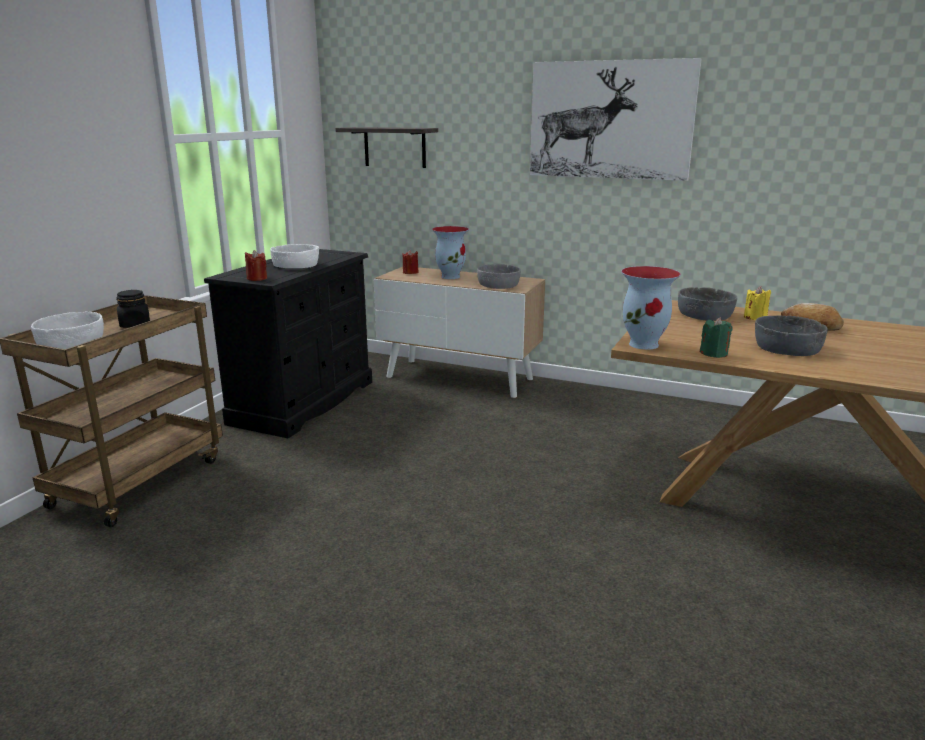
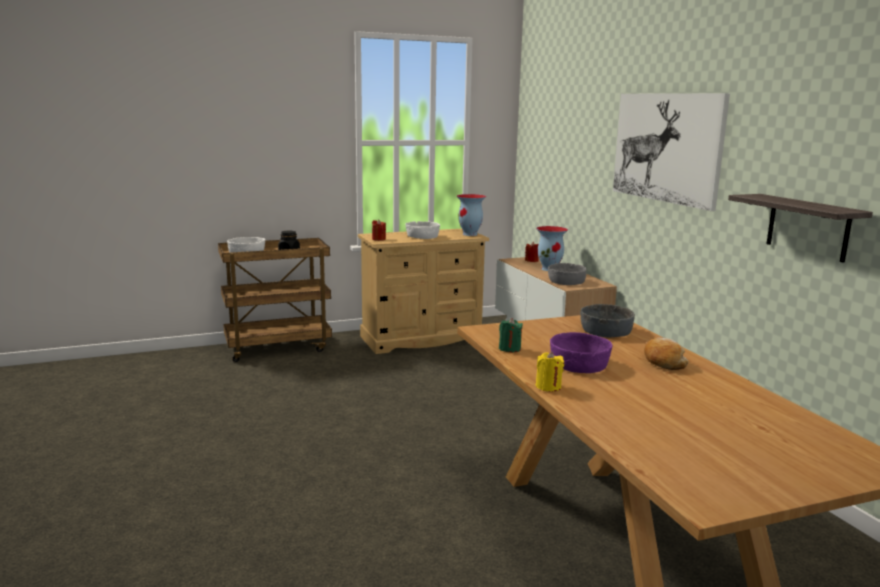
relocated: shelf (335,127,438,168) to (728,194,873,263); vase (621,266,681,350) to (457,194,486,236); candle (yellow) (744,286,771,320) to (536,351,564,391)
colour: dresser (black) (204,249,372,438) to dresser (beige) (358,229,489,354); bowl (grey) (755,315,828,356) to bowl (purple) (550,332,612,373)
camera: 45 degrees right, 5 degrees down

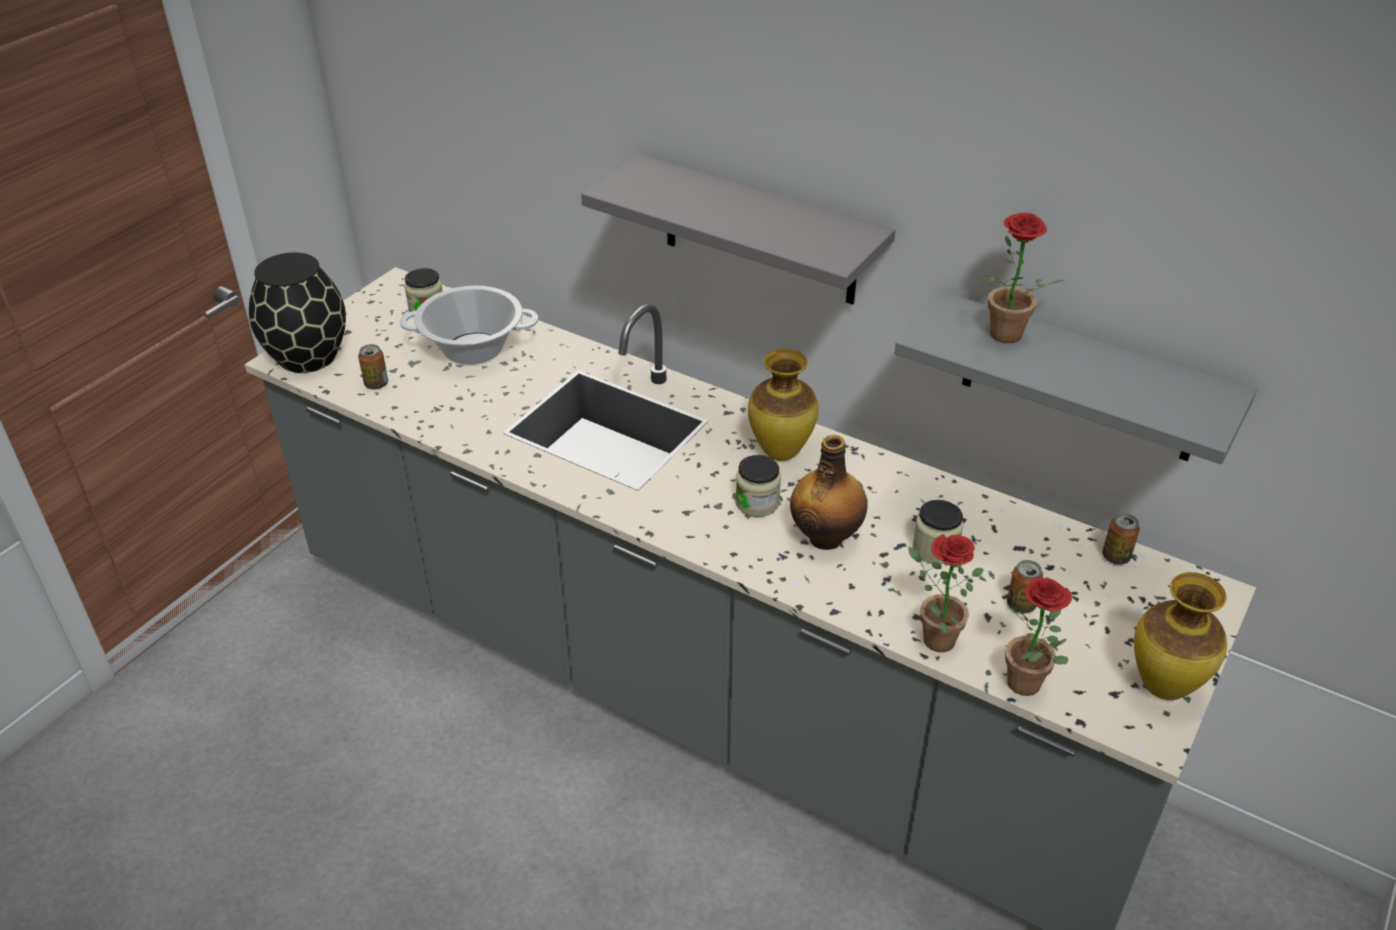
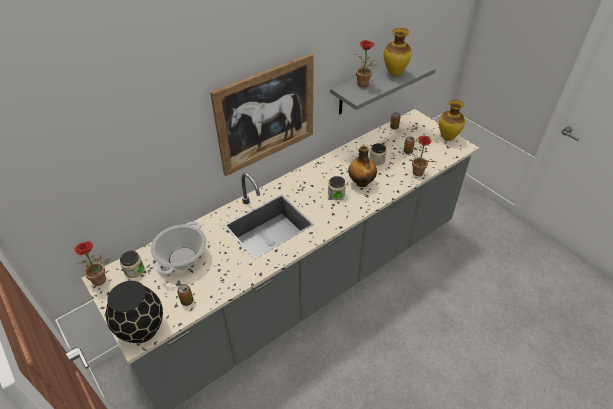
relocated: vase (748,349,818,461) to (384,28,412,76); potted plant (1005,577,1072,696) to (75,241,110,286)
exchanged: shelf (grey) (581,154,895,305) to picture (210,53,314,176)
camera: 70 degrees left, 5 degrees up

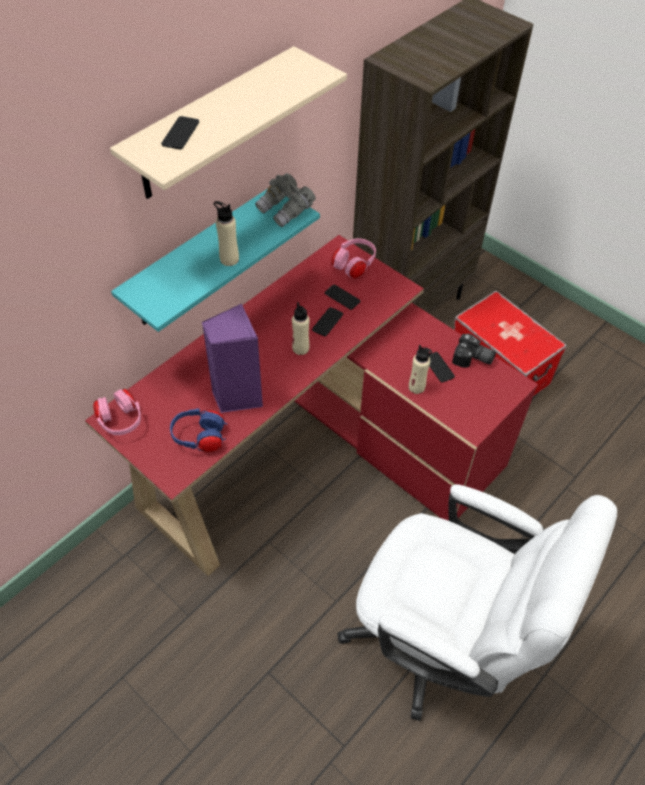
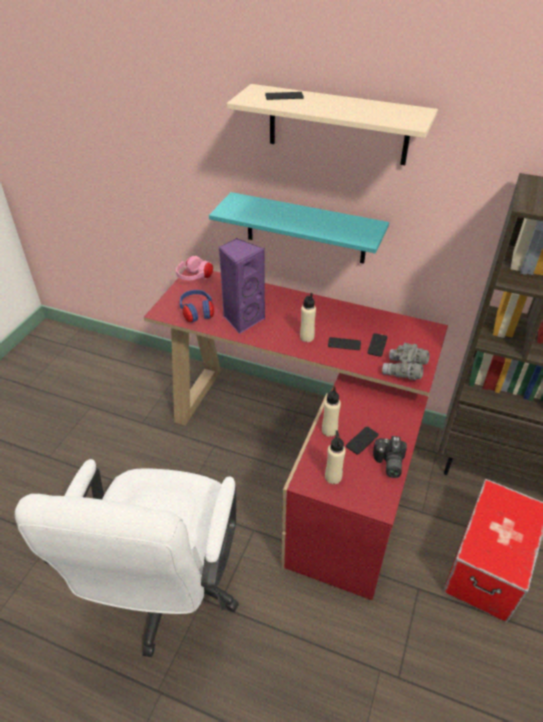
missing: headphones (pink) (331,238,376,279)
relocated: bottle (beige) (214,201,239,266) to (325,431,346,484); binoculars (grey) (255,173,316,227) to (382,343,430,380)
camera: 70 degrees right, 10 degrees down

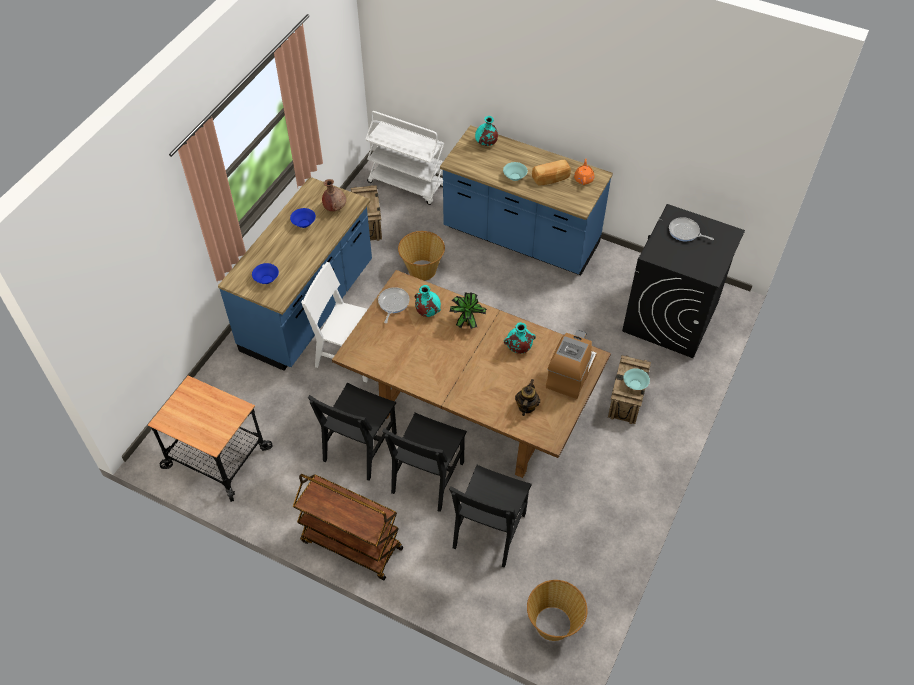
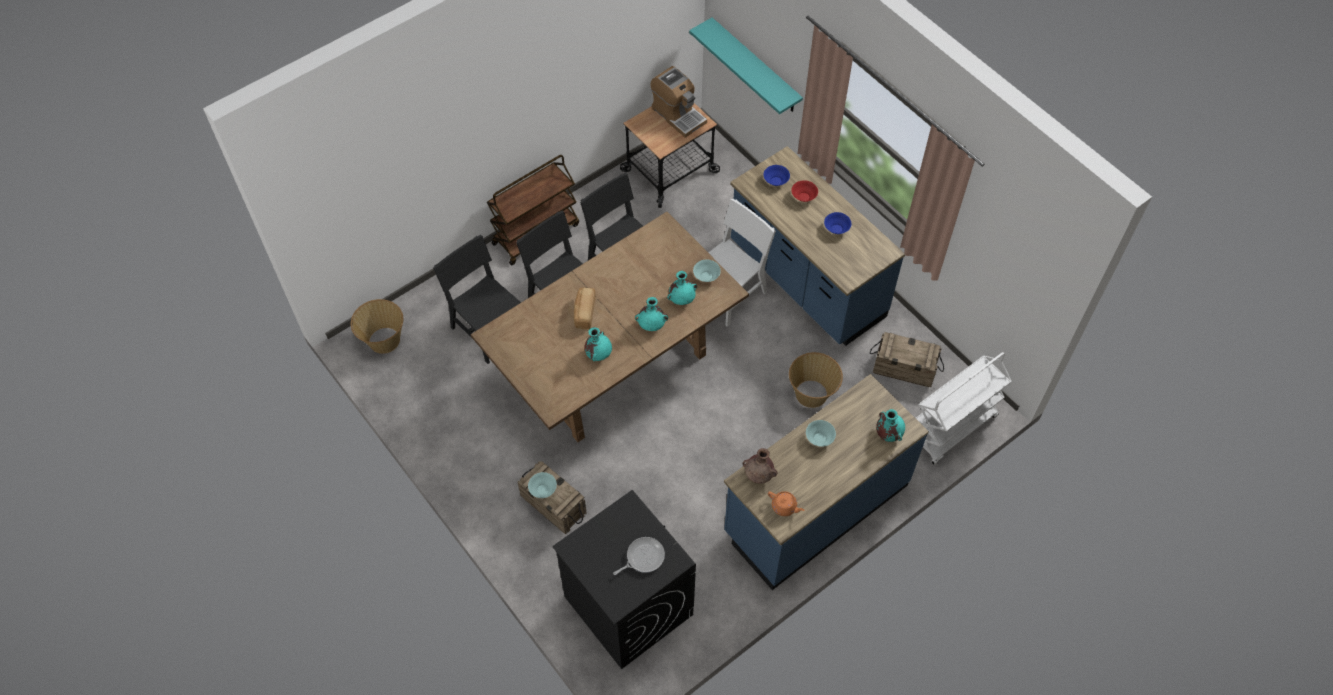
missing: teapot (515,379,540,416)
appeared: shelf (turquoise) (689,18,803,114); bowl (red) (791,180,818,202)
relocated: vase (brown) (322,179,346,211) to (743,448,778,484); bread (532,160,571,185) to (574,288,596,330); coffee machine (546,330,597,399) to (650,66,707,138)
exchanged: frying pan (378,287,410,324) to bowl (turquoise) (693,260,721,282); potted plant (450,292,487,329) to vase (turquoise) (635,297,668,331)
camera: 115 degrees right, 5 degrees up

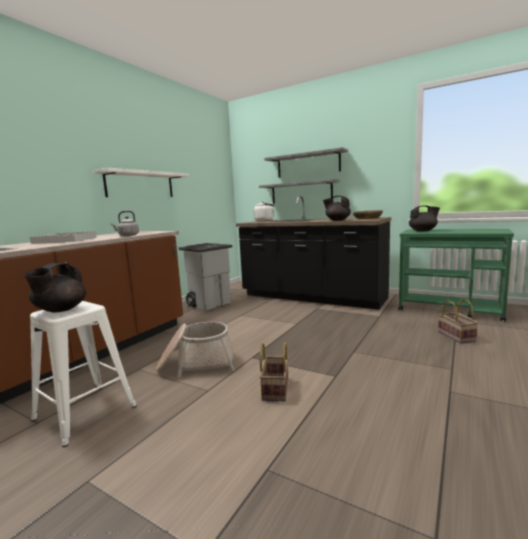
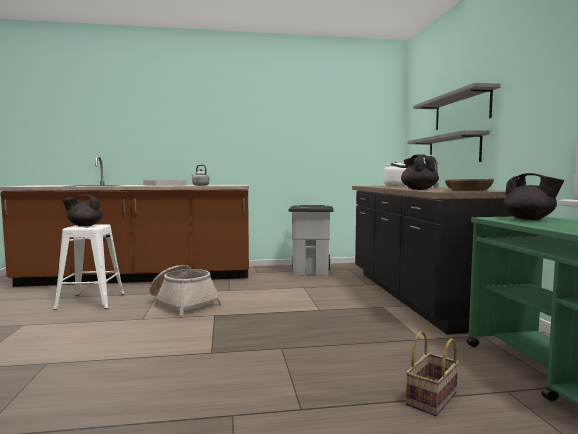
missing: shelf (white) (93,168,190,197); basket (259,342,288,401)
camera: 50 degrees right, 5 degrees down

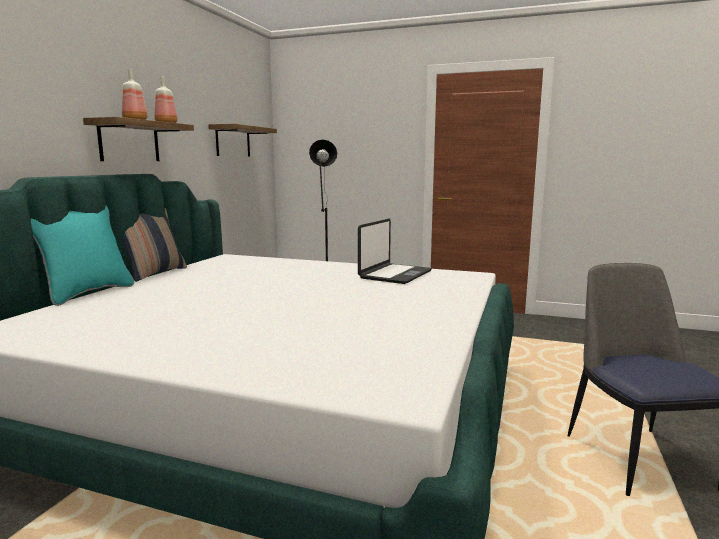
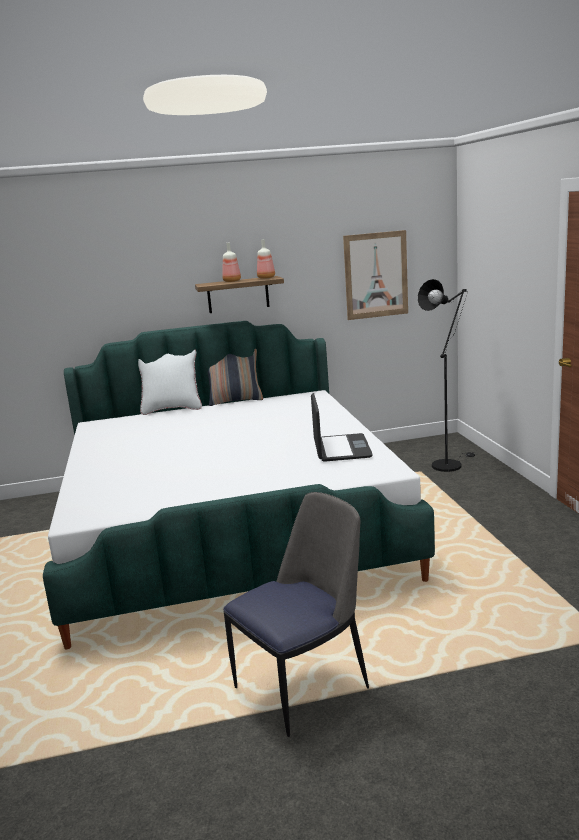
exchanged: shelf (208,124,277,156) to picture (343,230,408,320)
colour: pillow (turquoise) (31,206,134,306) to pillow (white) (138,349,202,415)
spun: laptop (358,219,432,284) = (311,393,373,462) 90 degrees counterclockwise
camera: 60 degrees right, 5 degrees up

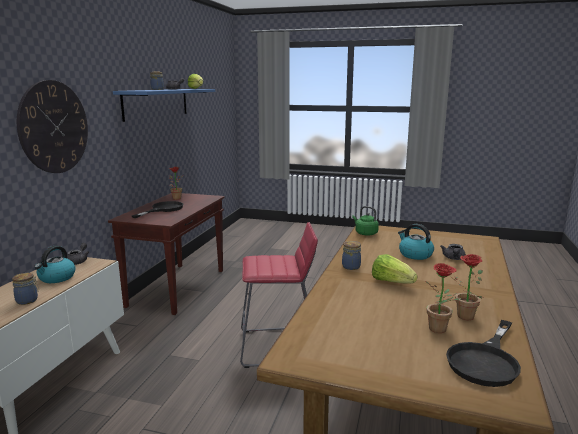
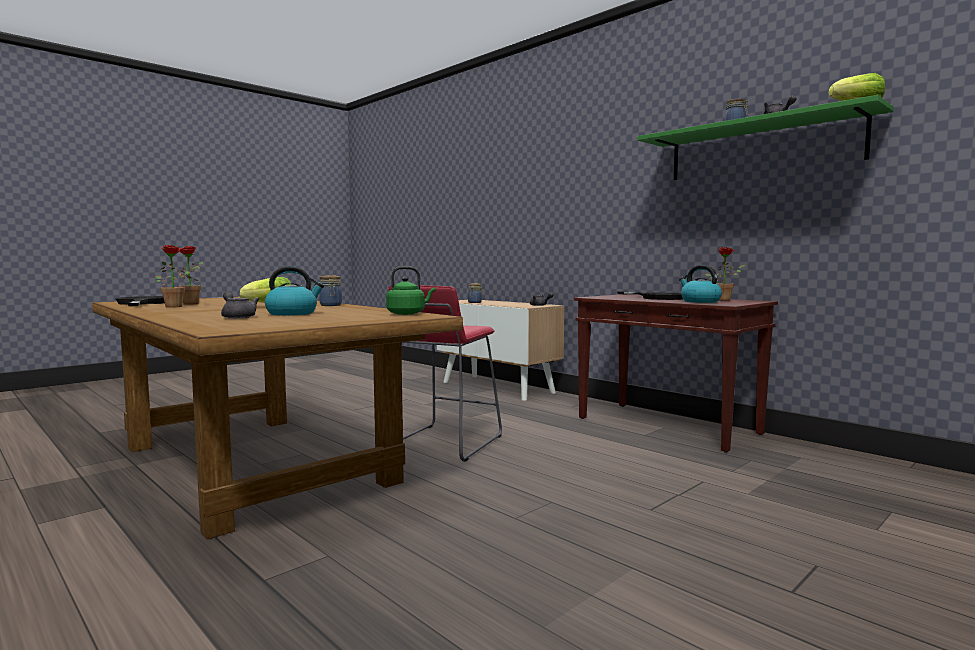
missing: wall clock (17,80,88,173)
relocated: kettle (34,246,76,283) to (679,265,722,303)
colour: shelf (blue) (113,89,215,122) to shelf (green) (637,95,894,180)
camera: 120 degrees right, 10 degrees down

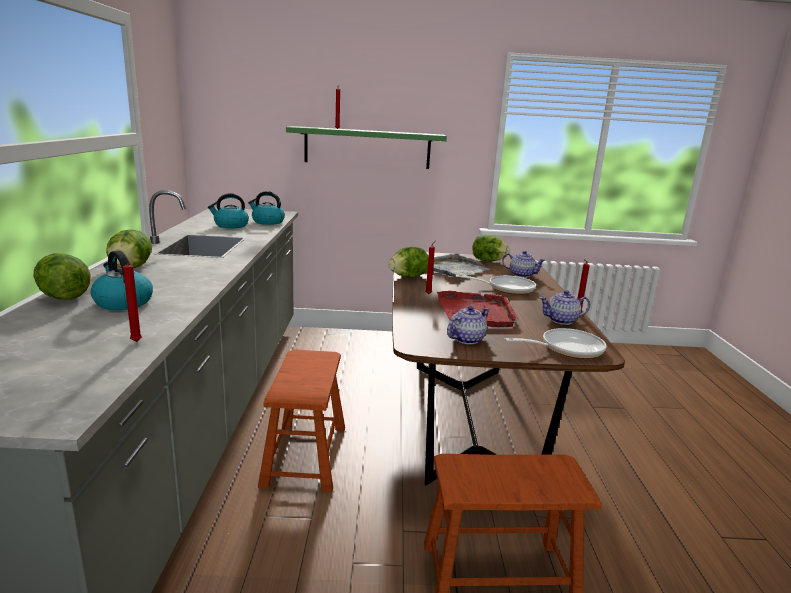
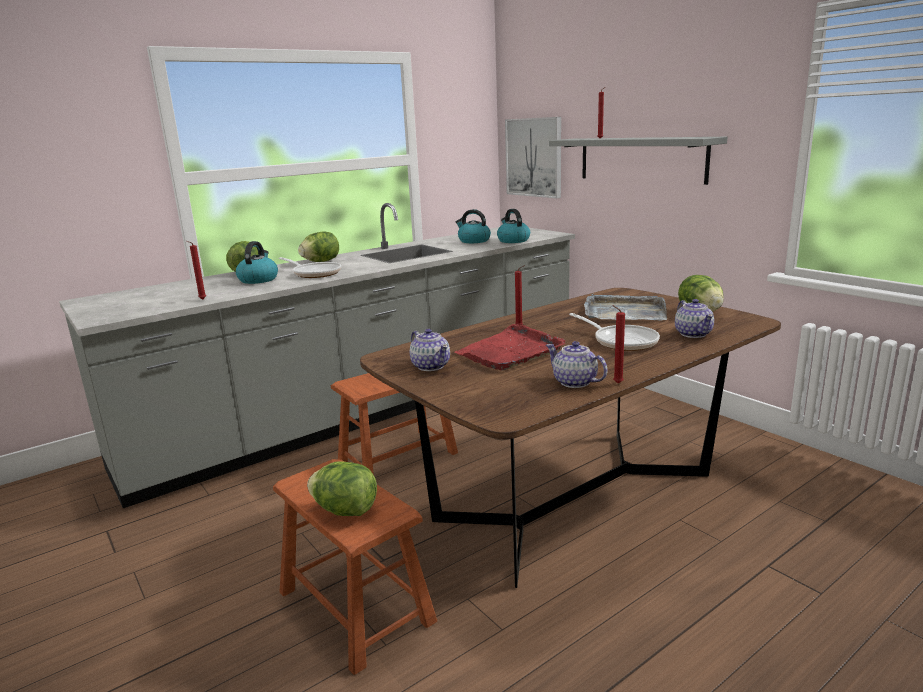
appeared: picture (505,117,561,199)
relocated: lettuce (388,247,428,277) to (307,461,377,516); frying pan (505,328,607,359) to (279,257,341,278)
colour: shelf (green) (286,126,447,169) to shelf (grey) (549,137,727,185)
spun: teapot (447,306,490,344) = (410,329,450,371) 45 degrees clockwise
camera: 55 degrees right, 0 degrees up

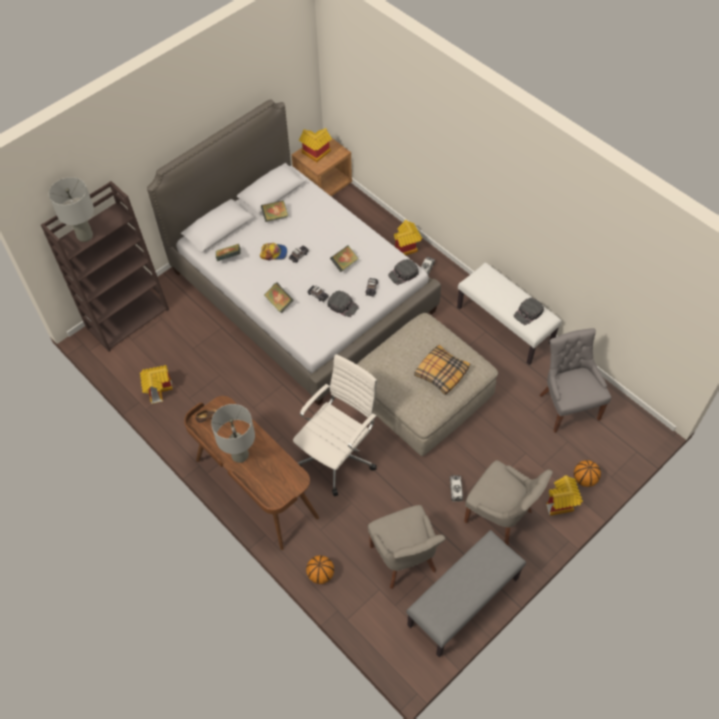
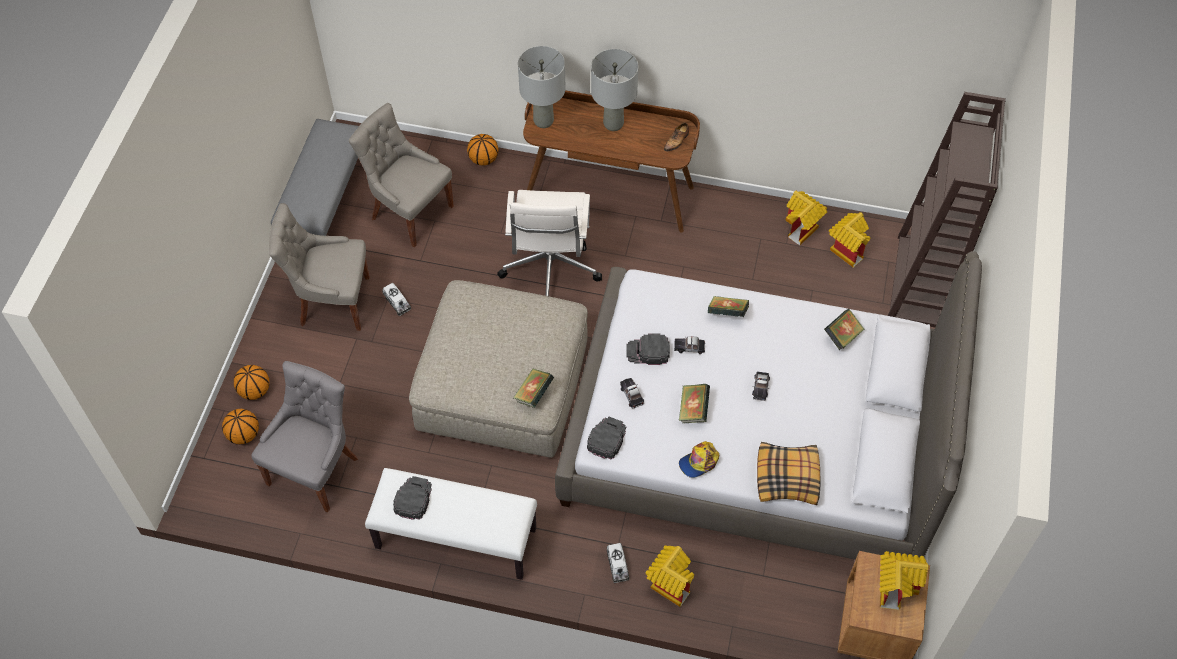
appeared: basketball (222,409,259,444)
relocated: table lamp (grey) (49,177,94,242) to (518,46,565,128); cap (260,243,287,260) to (679,441,719,478); book (261,200,289,222) to (513,368,554,408); pillow (414,345,470,395) to (757,442,821,505); toy house (546,475,583,515) to (829,212,870,267)
spun: chair (grey) (539,328,611,433) = (251,361,358,512) 105 degrees counterclockwise
camera: 145 degrees right, 0 degrees up

